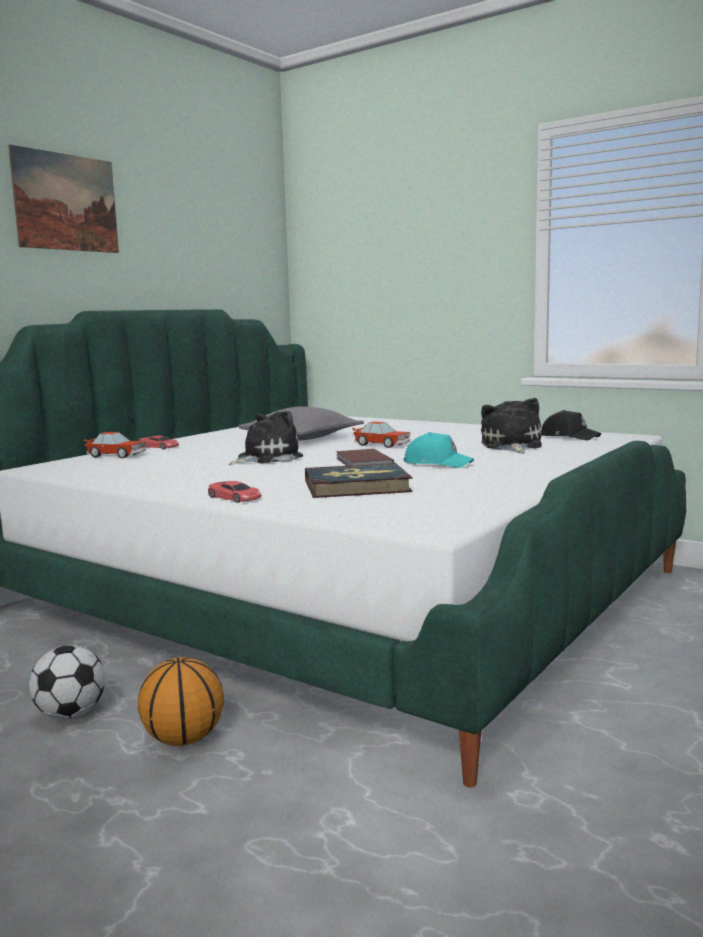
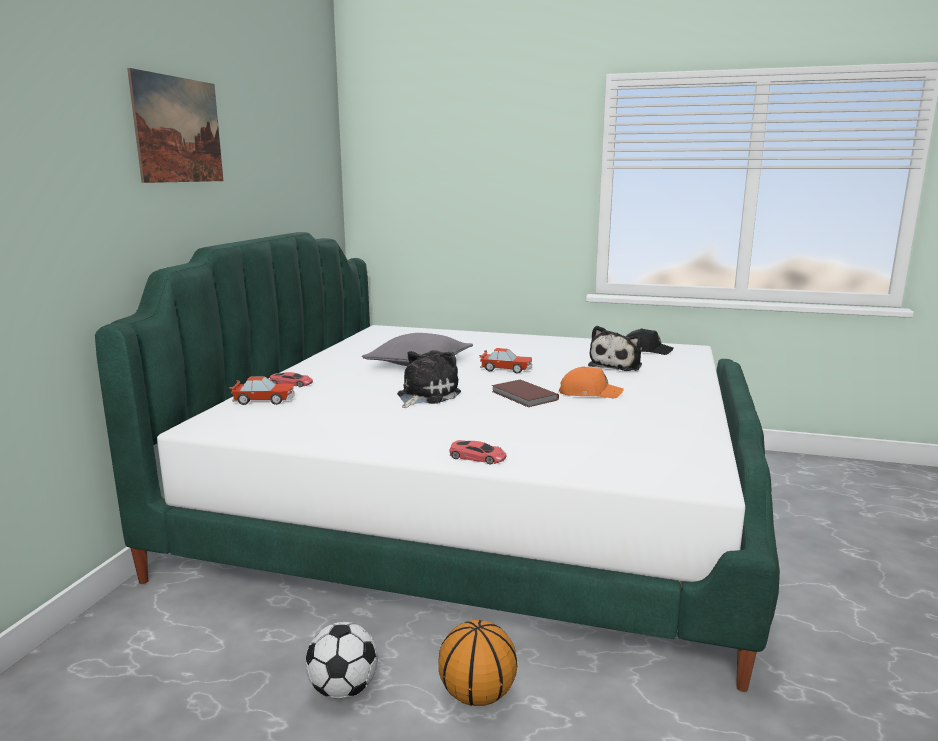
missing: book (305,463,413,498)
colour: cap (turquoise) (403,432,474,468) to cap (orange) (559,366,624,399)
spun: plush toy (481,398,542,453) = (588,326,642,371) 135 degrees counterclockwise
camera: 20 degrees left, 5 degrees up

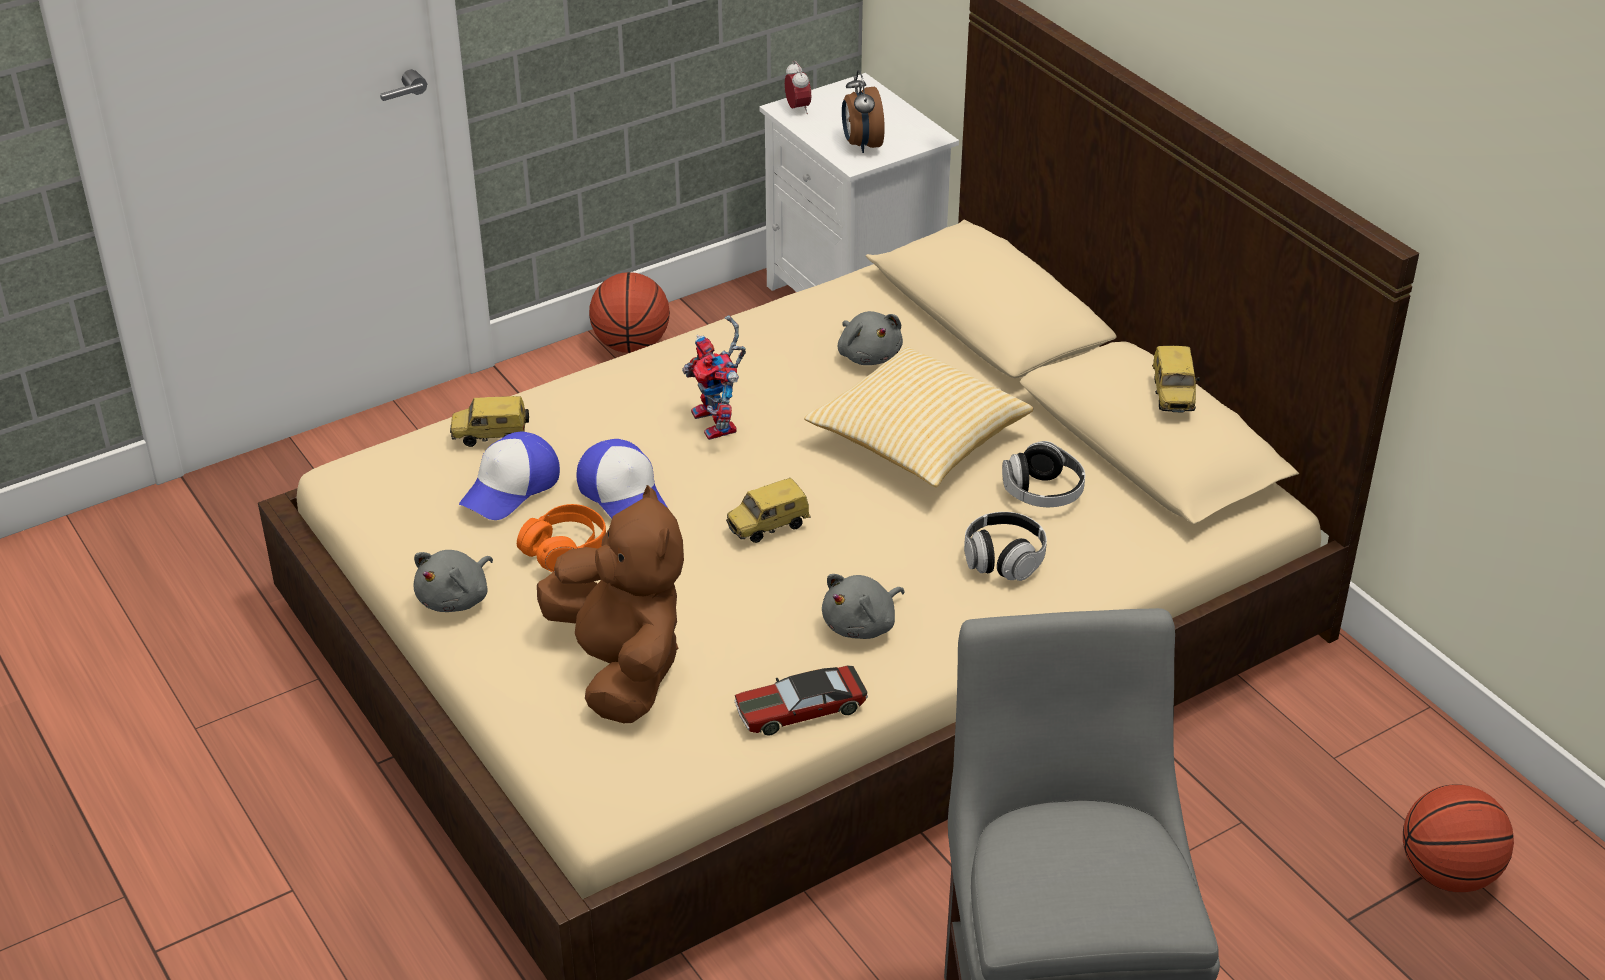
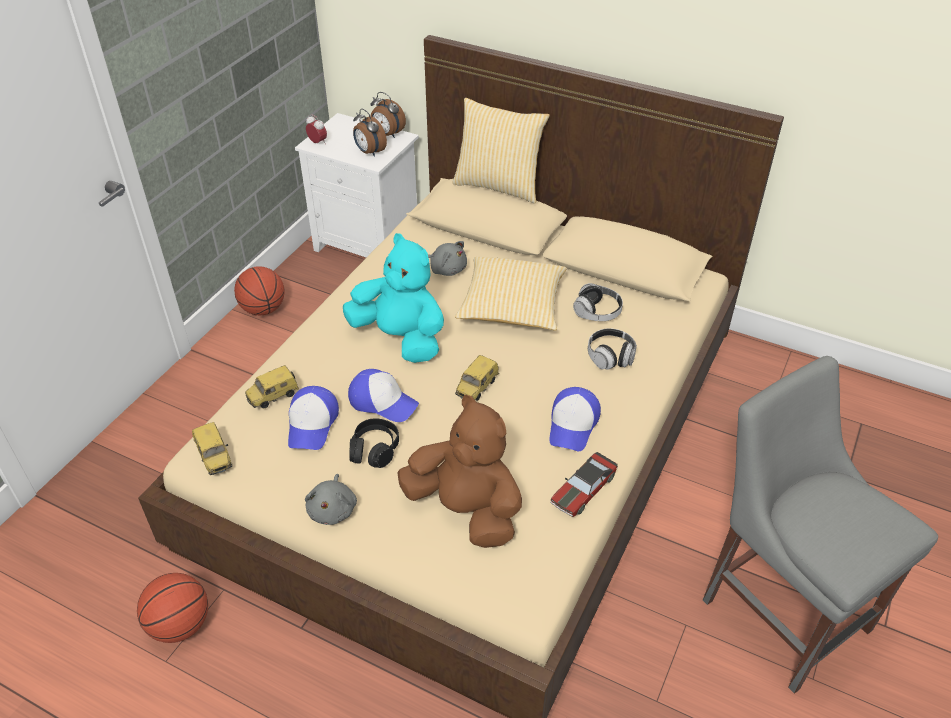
appeared: alarm clock (371,92,406,138); pillow (452,98,550,203)
relocated: toy car (1152,346,1200,412) to (192,422,232,475); basketball (1403,784,1514,892) to (137,573,208,643)
exchanged: toy robot (682,315,746,440) to plush toy (turquoise) (343,233,444,363); plush toy (grey) (822,574,905,639) to cap (549,387,601,451)
colour: headphones (orange) (517,504,606,572) to headphones (black) (349,418,399,468)
camera: 30 degrees left, 5 degrees up

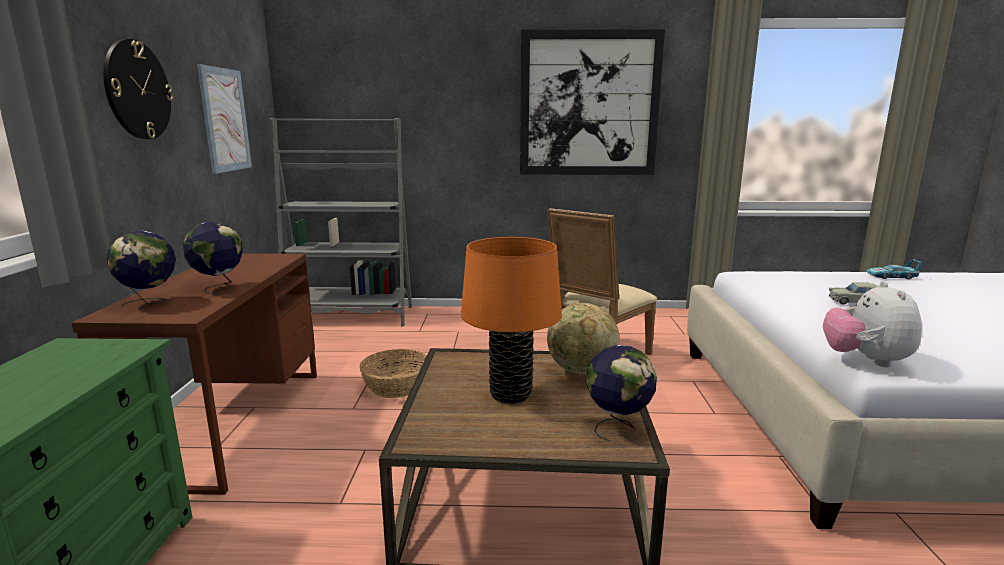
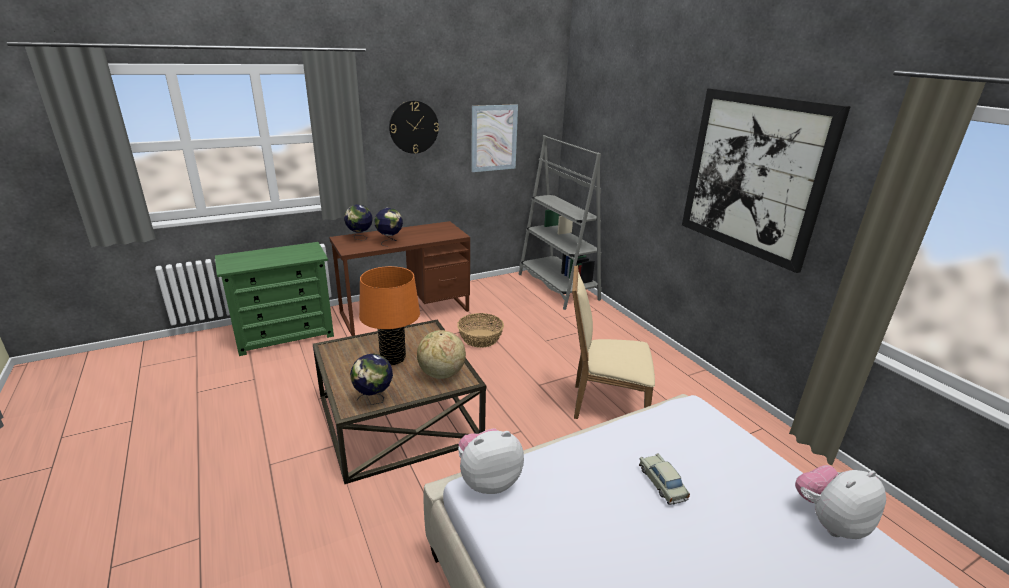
exchanged: toy car (866,259,922,280) to plush toy (795,465,886,539)
camera: 60 degrees right, 10 degrees up

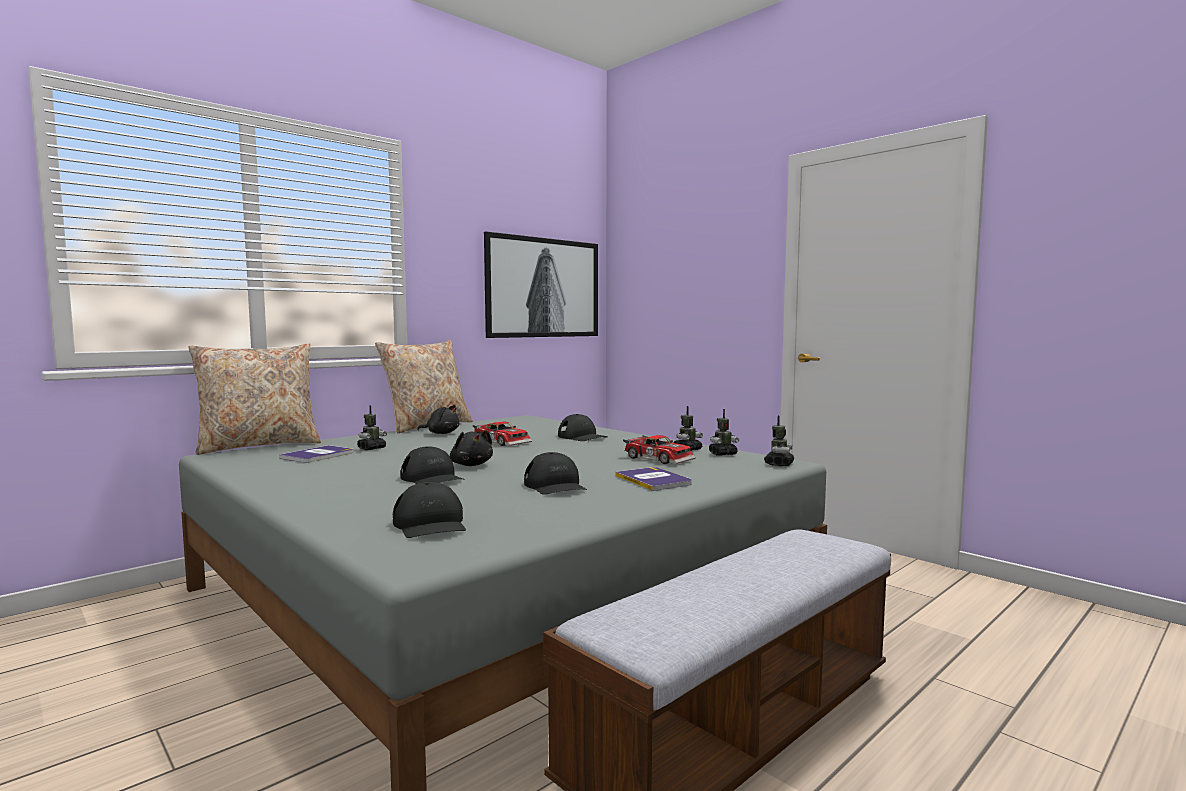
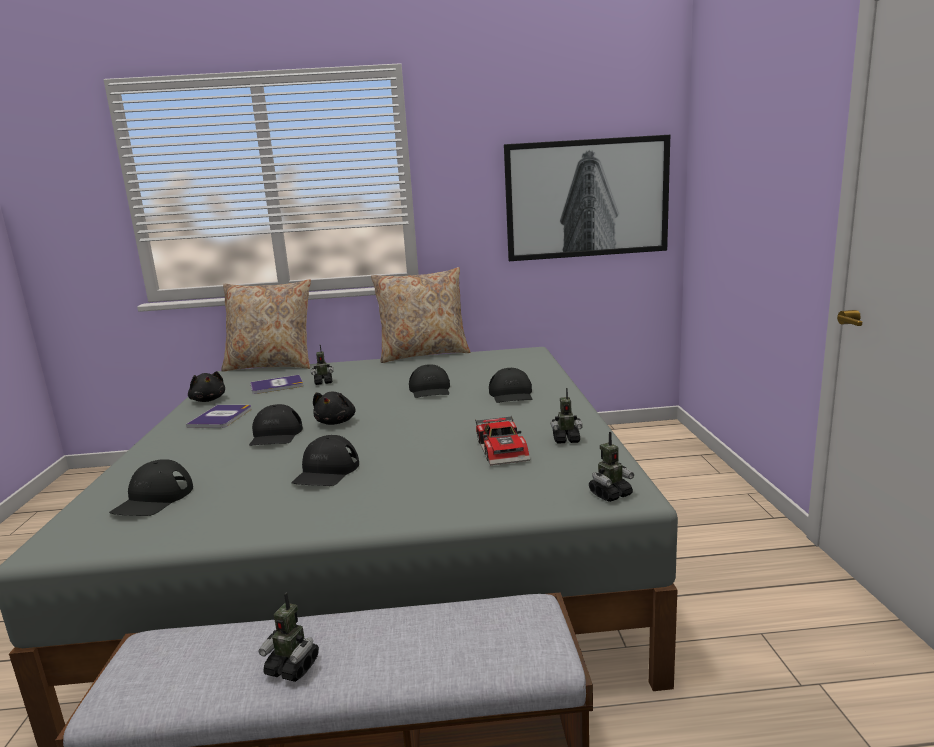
relocated: plush toy (black) (417,405,459,434) to (188,371,225,402); book (615,467,692,491) to (186,405,251,428); toy robot (709,409,739,456) to (259,592,319,682)
exchanged: toy car (473,422,532,446) to cap (black) (409,364,450,398)
camera: 40 degrees right, 10 degrees up

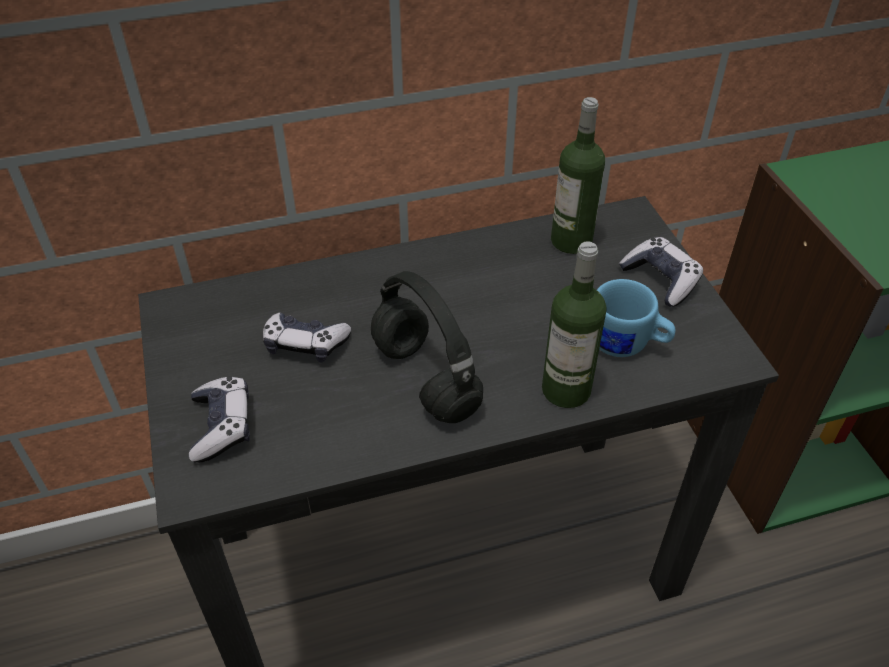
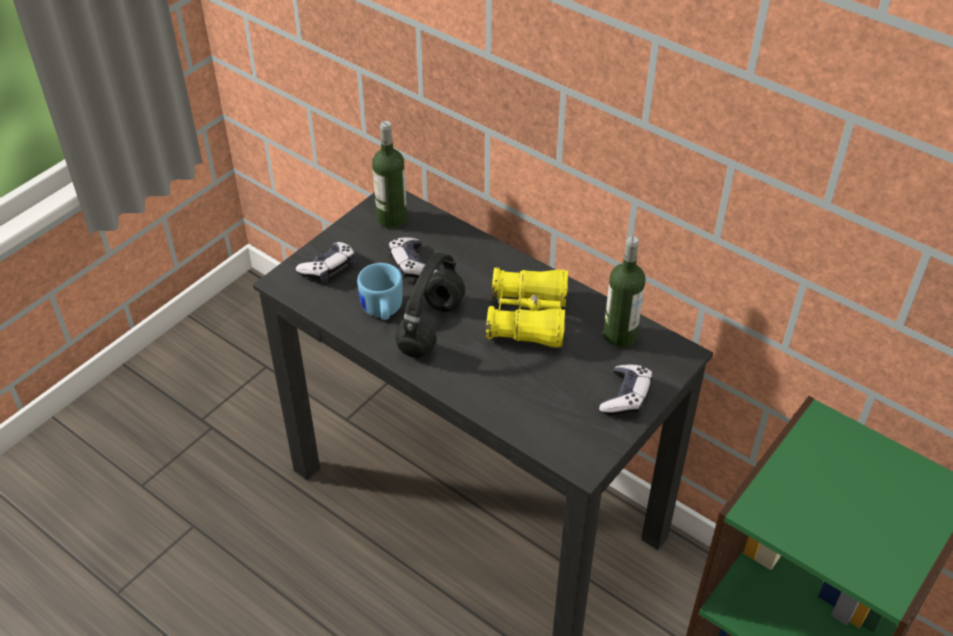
appeared: binoculars (yellow) (486,267,568,348)
relocated: bottle (542,241,606,408) to (372,121,407,228); mug (blue) (597,279,675,357) to (357,263,403,320)
camera: 55 degrees right, 0 degrees up

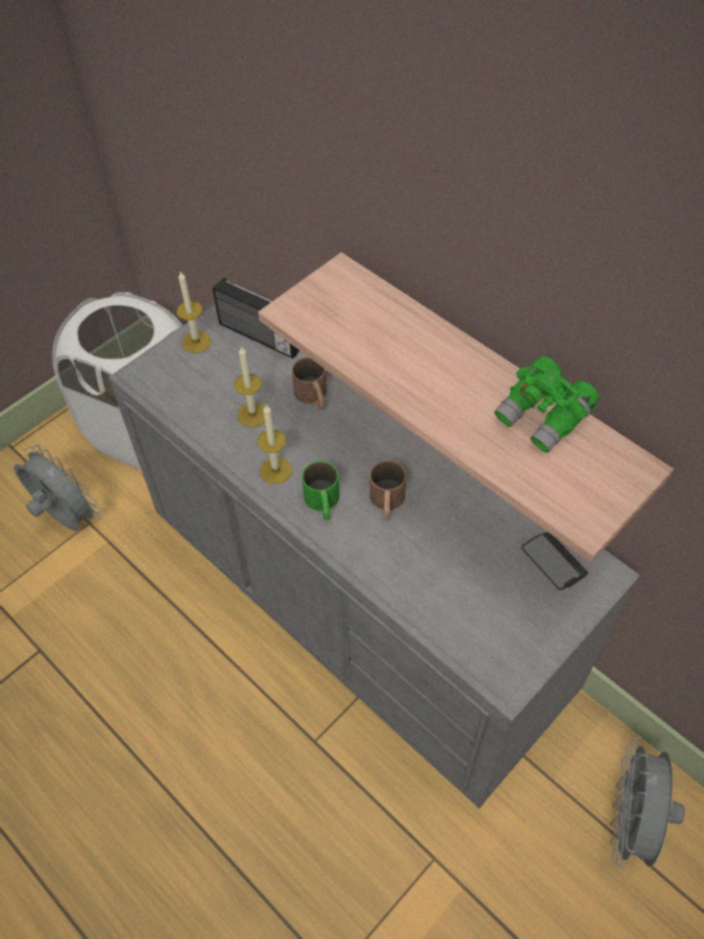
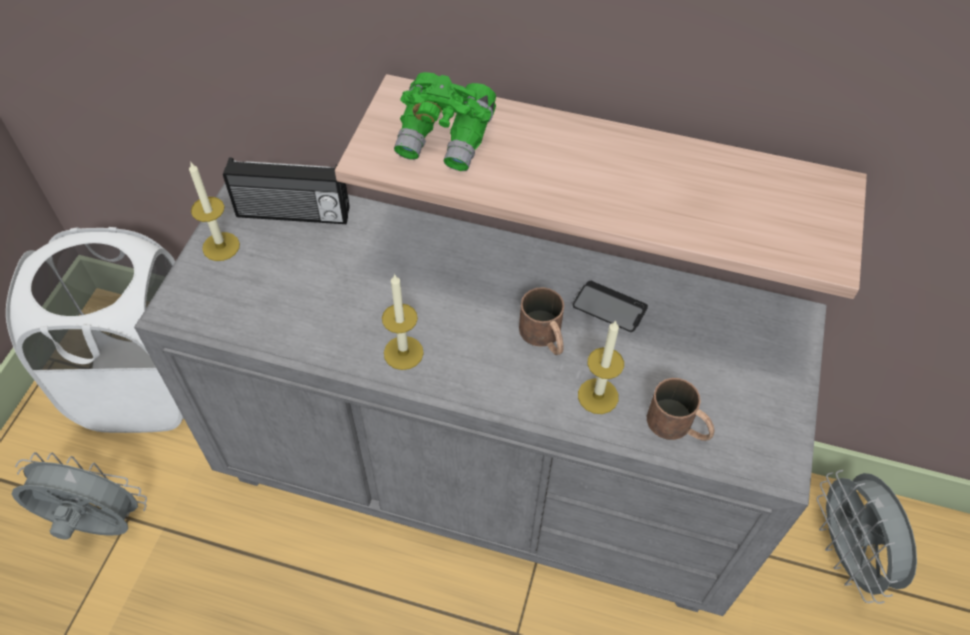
missing: mug (green) (302,461,339,520)
relocated: candle (234,346,265,427) to (578,320,624,414); mug (brown) (292,357,327,409) to (647,378,714,441); binoculars (green) (494,356,600,453) to (394,72,496,171); phone (521,532,588,590) to (573,281,648,332)
camera: 30 degrees left, 0 degrees up

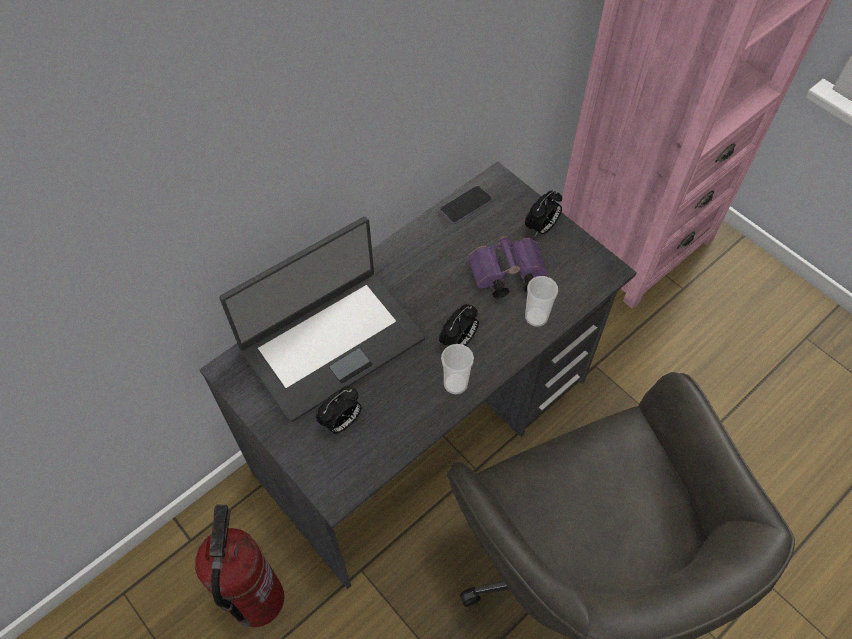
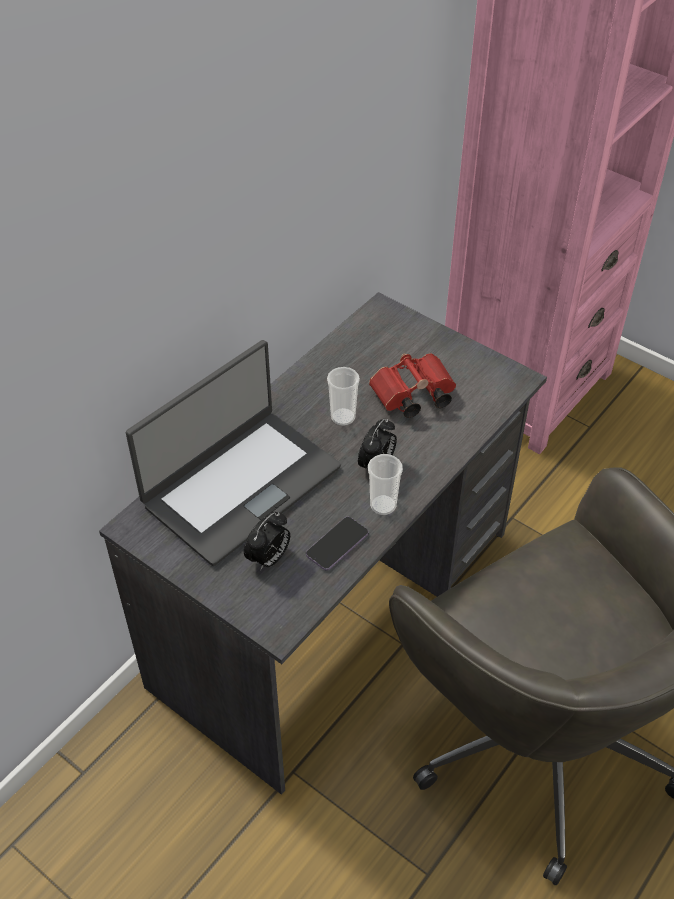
missing: fire extinguisher (195,504,284,628); alarm clock (525,191,562,236)
relocated: phone (440,186,492,224) to (306,517,368,571); cup (525,276,558,327) to (327,367,360,426)
colour: binoculars (purple) (467,236,547,298) to binoculars (red) (369,353,456,418)
camera: 10 degrees left, 10 degrees down

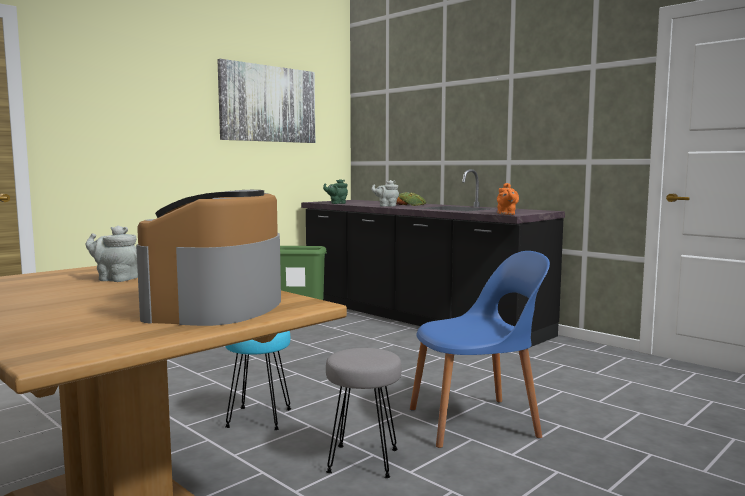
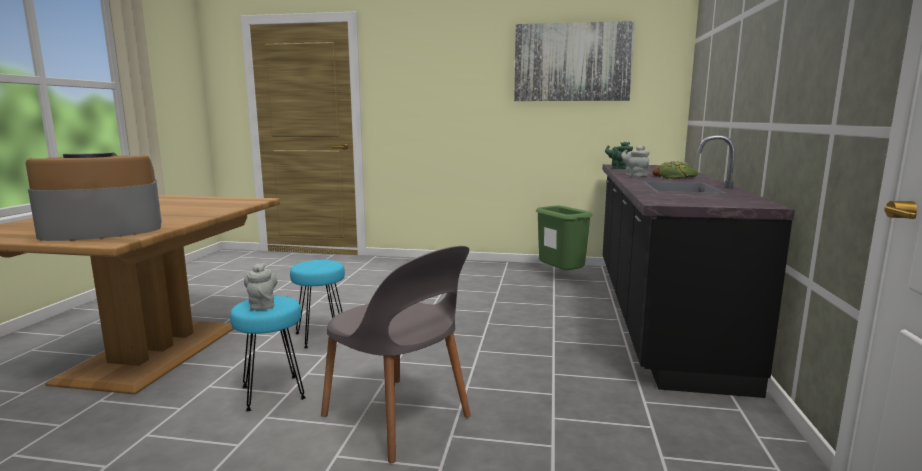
missing: teapot (orange) (497,183,519,215)
relocated: teapot (grey) (86,226,138,282) to (244,263,277,310)
colour: stool (grey) (326,348,402,478) to stool (turquoise) (230,296,306,411); chair (blue) (410,251,550,448) to chair (grey) (321,246,471,463)
camera: 55 degrees right, 5 degrees up

